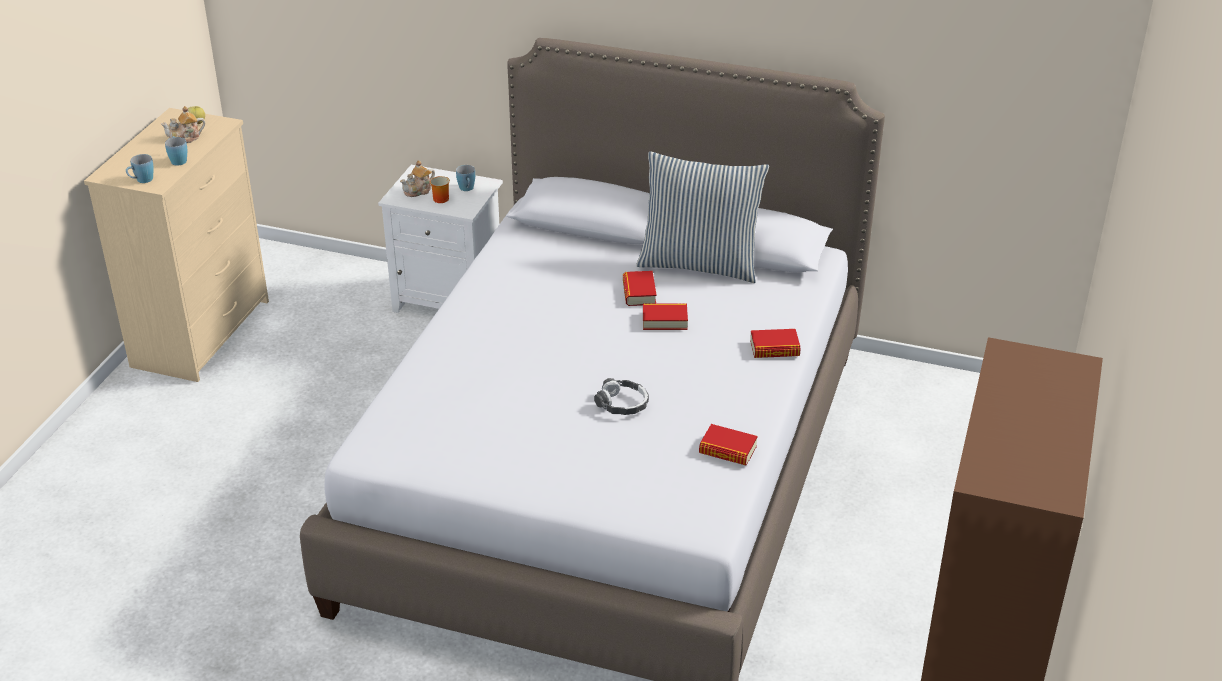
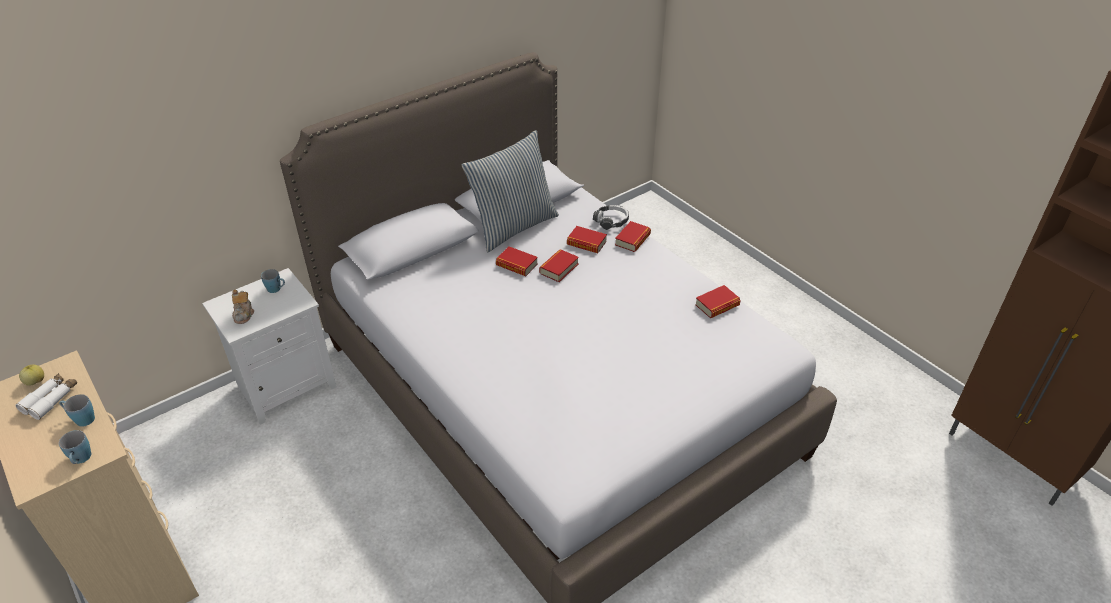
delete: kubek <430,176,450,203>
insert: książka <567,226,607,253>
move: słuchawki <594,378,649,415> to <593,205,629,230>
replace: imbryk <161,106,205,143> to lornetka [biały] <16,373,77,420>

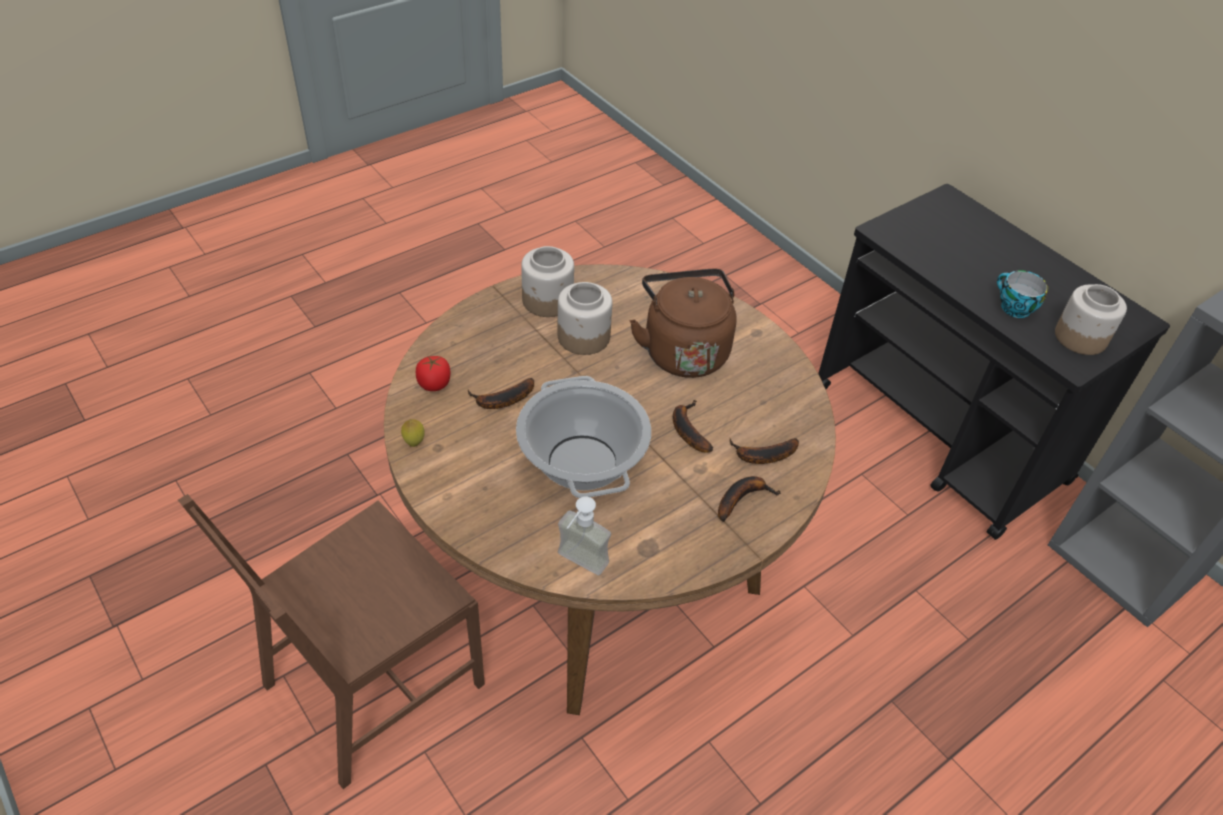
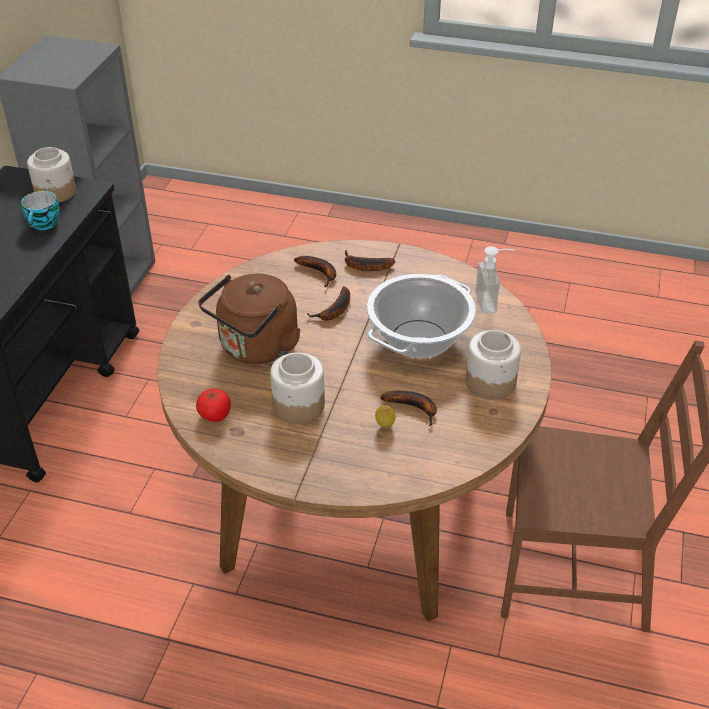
move: cytryna <401,419,425,447> to <375,405,396,428>; pomidor <416,356,450,391> to <196,389,231,422>; słoik <521,246,574,317> to <466,330,521,399>

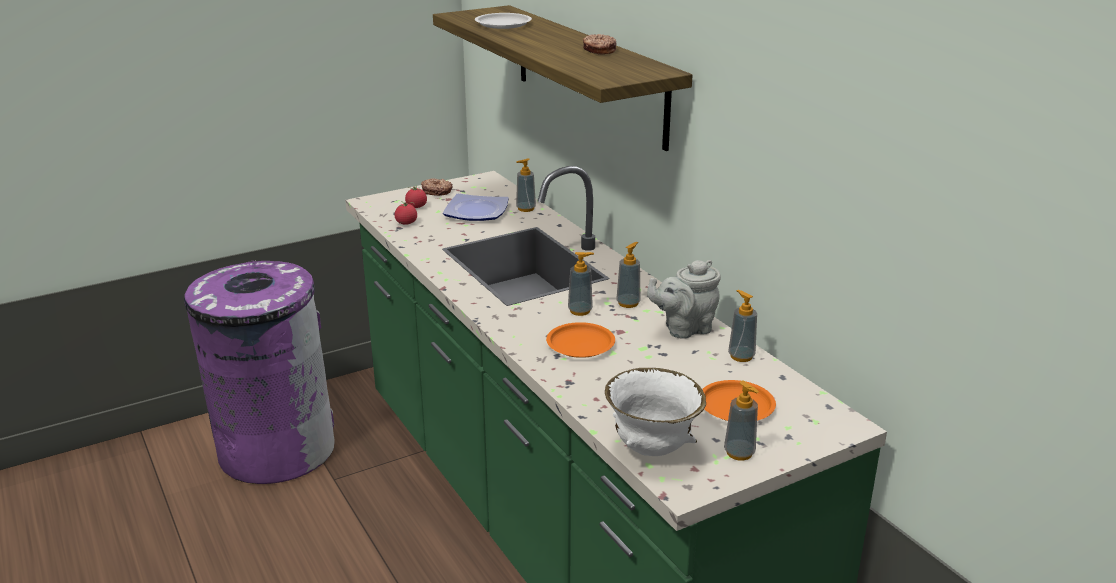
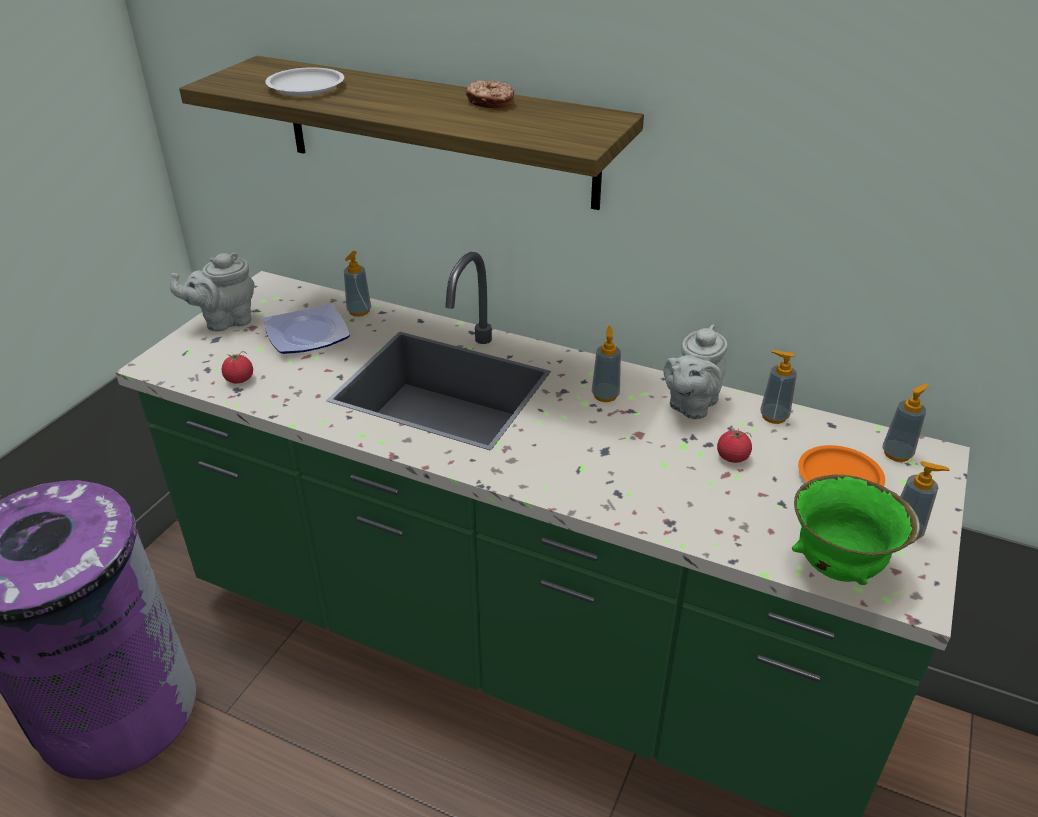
delete: talerz [pomarańczowy] <546,322,615,358>
move: pomidor <405,185,427,208> to <717,427,752,463>; dozownik mydła <568,252,594,316> to <883,384,929,462>
replace: donut <421,178,453,196> to imbryk [szary] <170,252,255,331>
recolor: miska [biały] <605,368,706,456> to miska [zielony] <792,475,920,585>

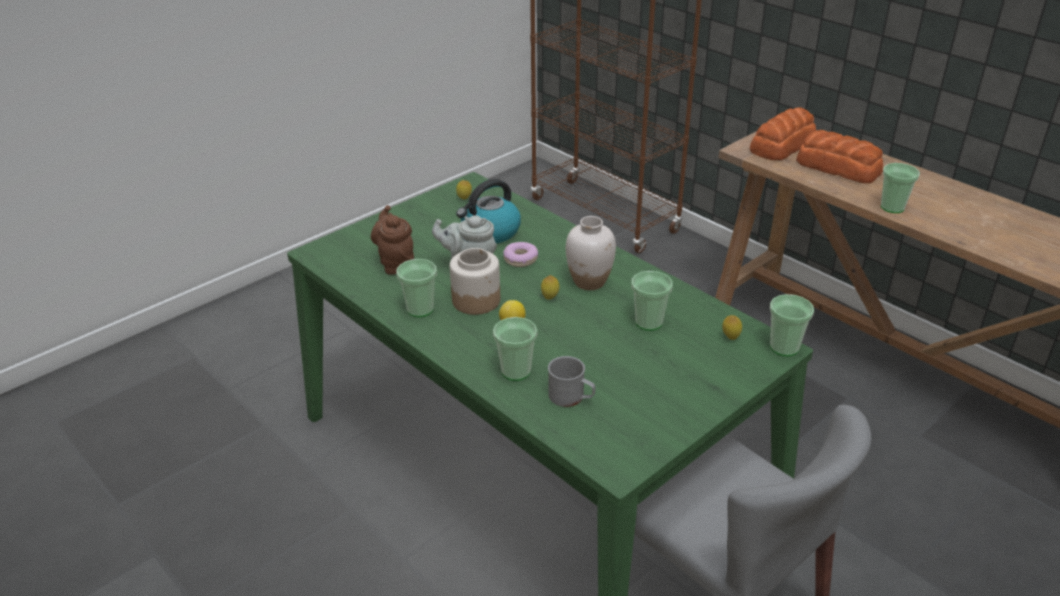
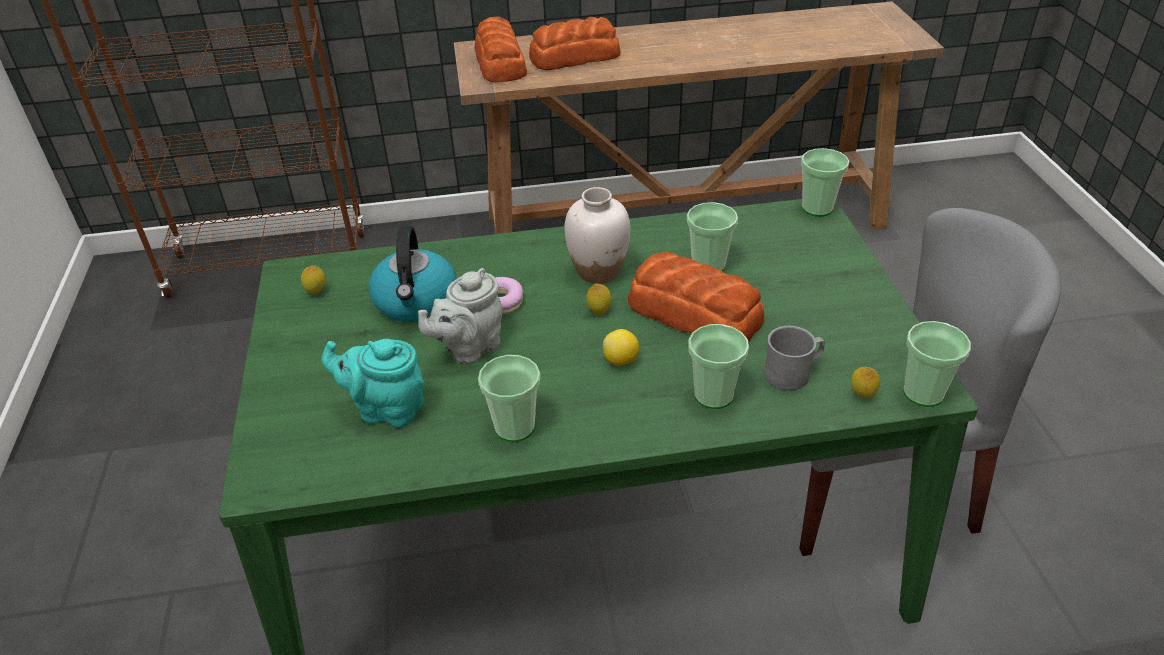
delete: słoik <450,248,500,315>
insert: chleb <628,252,764,342>
move: cytryna <722,315,742,340> to <851,367,880,398>; filiżanka <881,163,920,213> to <903,321,971,407>
recolor: imbryk [brązowy] <371,205,414,275> to imbryk [turkusowy] <322,339,425,428>

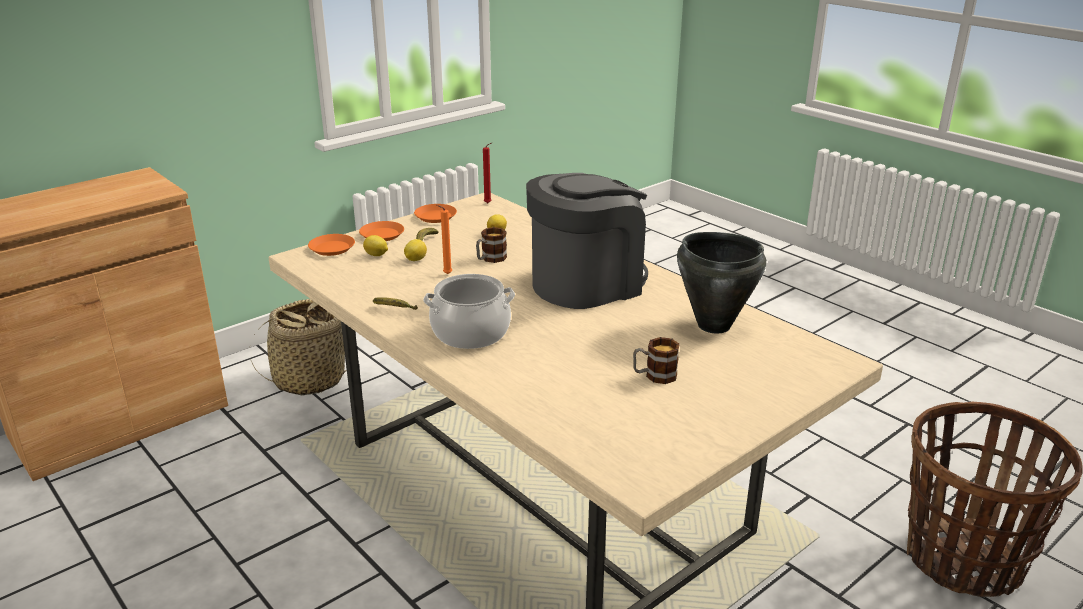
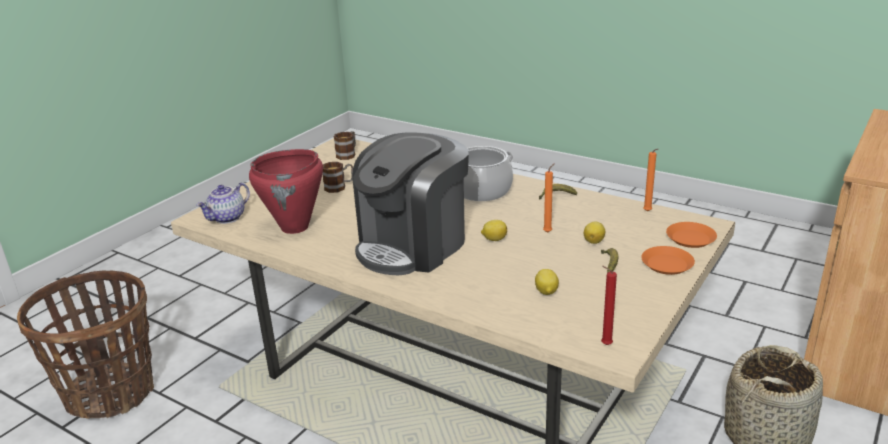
delete: talerz [pomarańczowy] <414,204,457,223>
insert: imbryk <196,183,250,224>; świeca [pomarańczowy] <643,149,658,212>
move: cytryna <363,235,388,256> to <481,220,507,241>; kubek <476,227,507,263> to <334,131,356,160>
recolor: garnek [czarny] <677,232,766,333> to garnek [czerwony] <249,149,323,234>

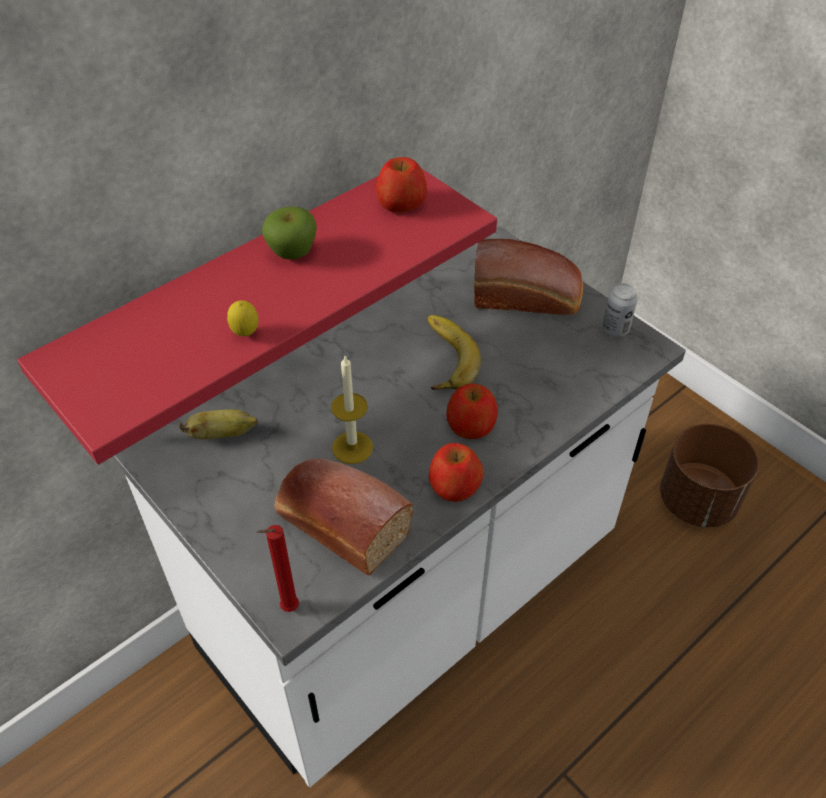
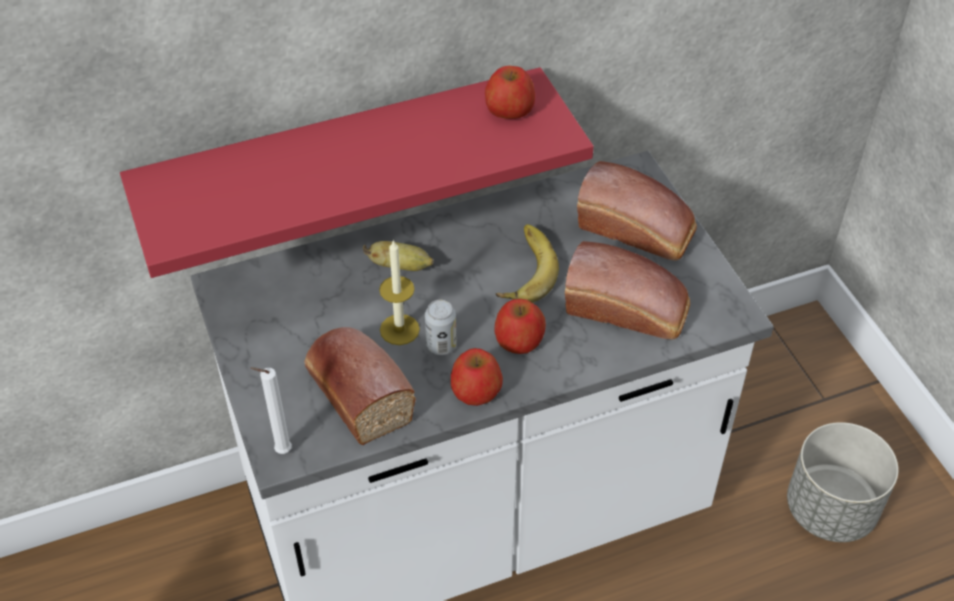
delete: cytryna <227,300,259,336>; jabłko <262,207,317,260>
insert: chleb <565,241,690,340>
move: banan <179,409,258,439> to <363,241,434,271>; puszka <602,283,638,337> to <425,300,456,355>
recolor: świeca [czerwony] <257,525,299,612> to świeca [biały] <250,367,292,454>; donica [brązowy] <660,424,759,527> to donica [szary] <787,422,899,542>

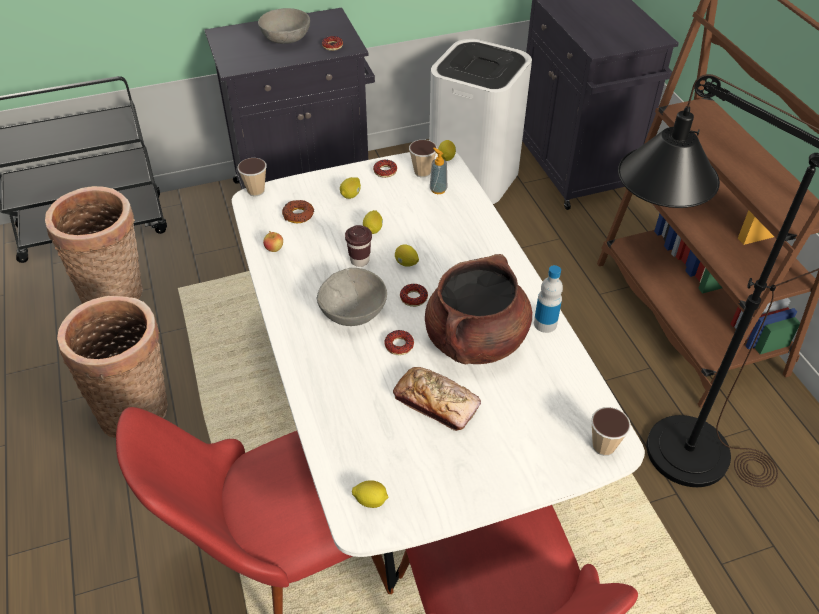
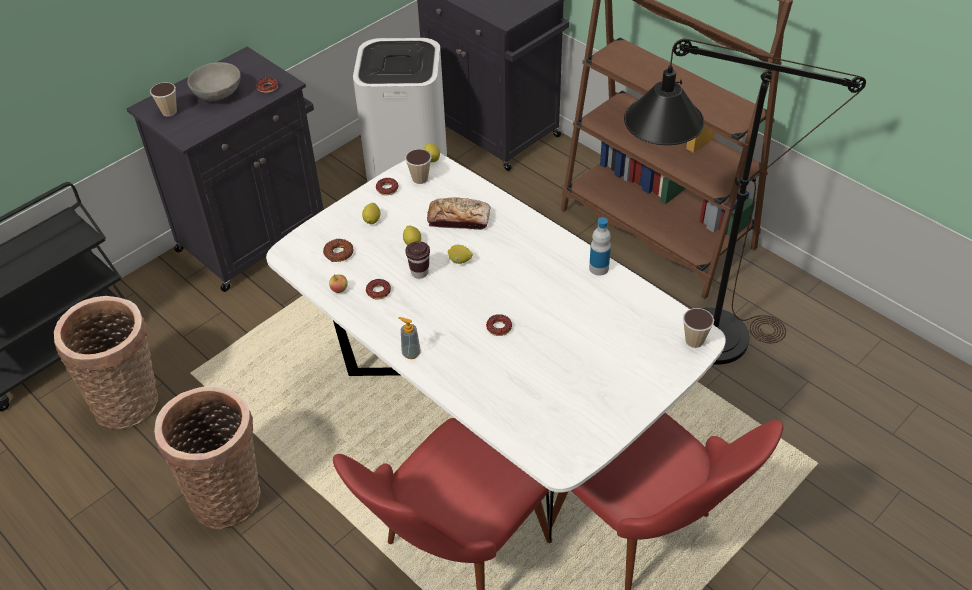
delete: miska [szary] <317,268,387,326>; cytryna <352,480,389,508>; garnek [brązowy] <425,254,532,364>
move: filiżanka <237,158,267,196> to <150,82,177,117>; chleb <393,367,481,431> to <427,197,490,230>; donut <400,284,428,307> to <366,279,391,300>; dozownik mydła <430,148,447,194> to <398,317,421,359>

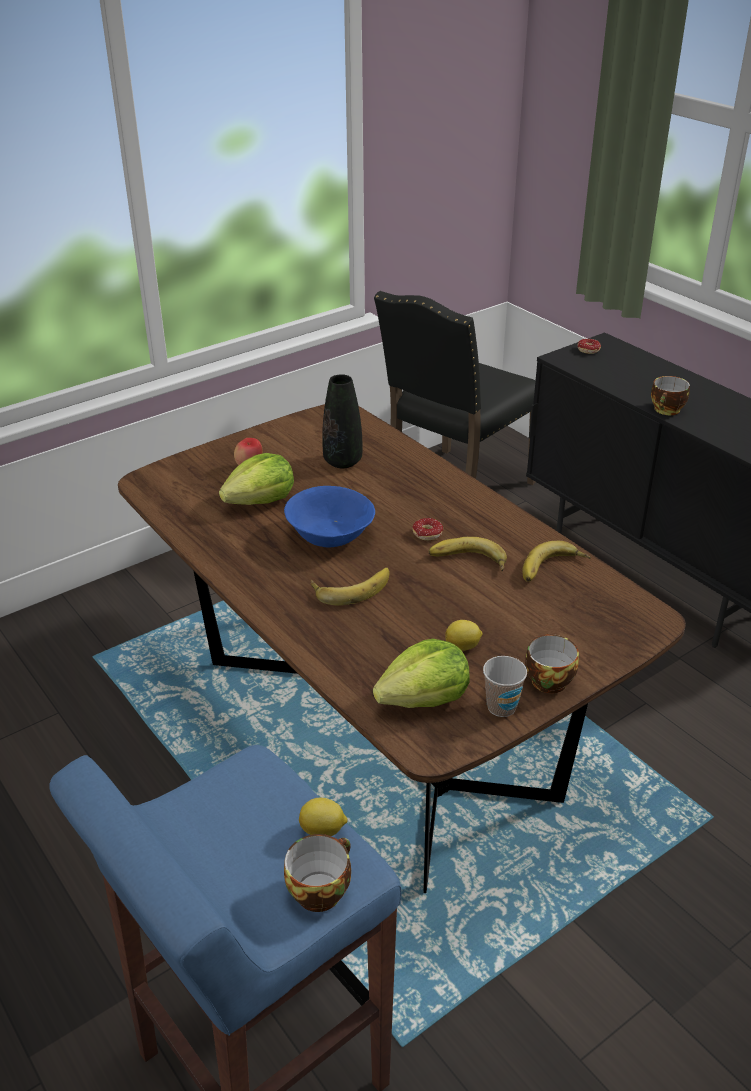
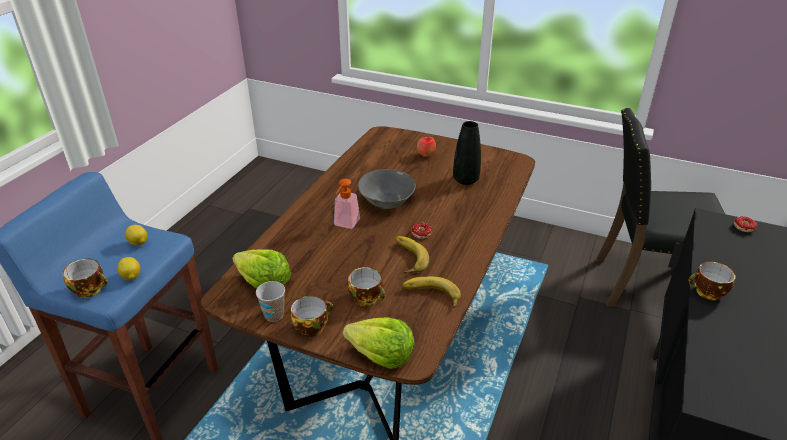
insert: filiżanka <348,267,385,306>
move: sałata <219,453,294,505> to <343,317,414,369>; cytryna <445,620,483,651> to <125,225,147,246>
replace: banan <311,568,389,606> to dozownik mydła <334,179,360,229>
recolor: miska [niebieski] <284,486,375,548> to miska [szary] <358,169,416,209>

